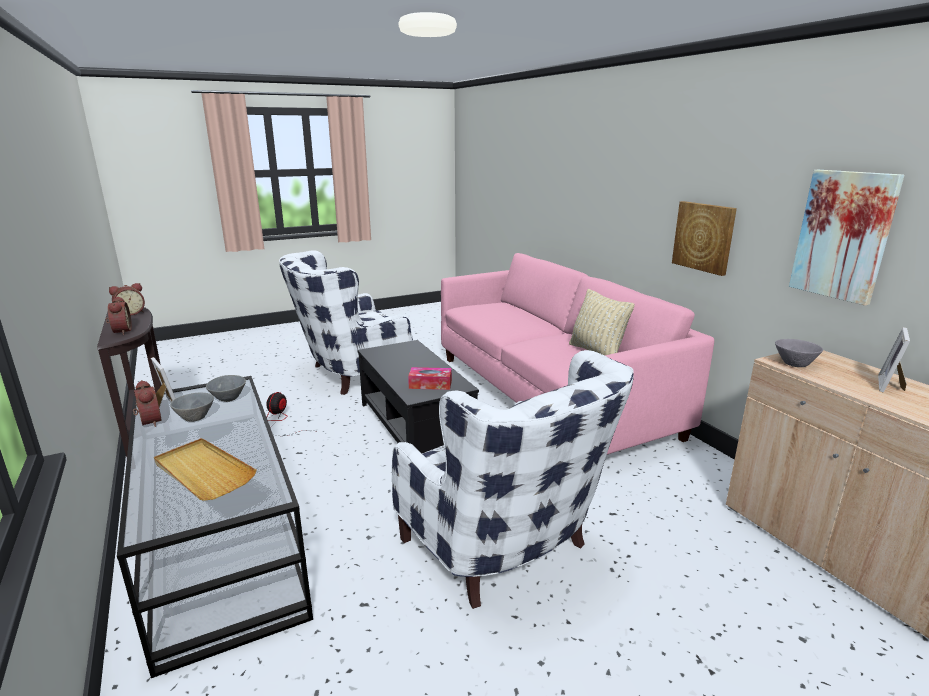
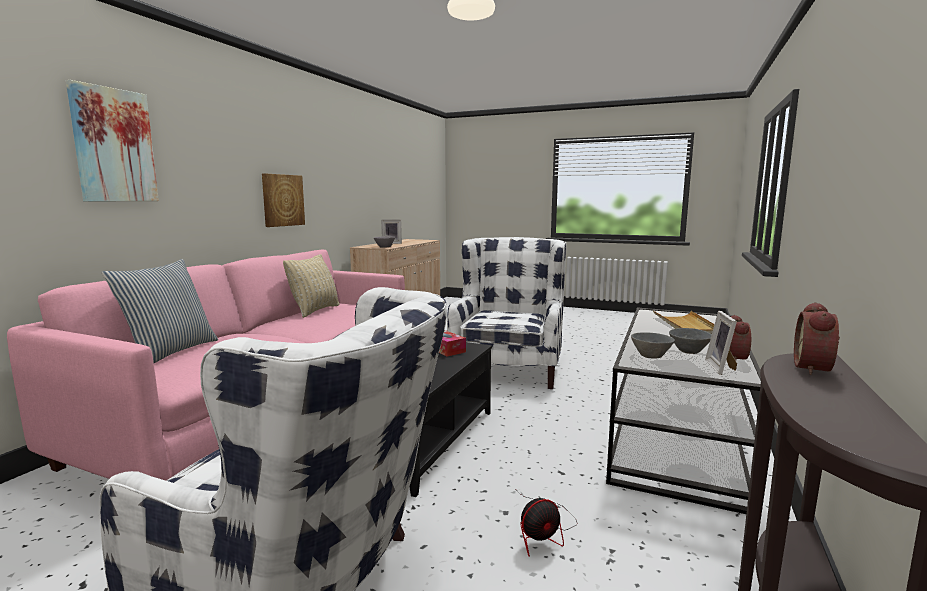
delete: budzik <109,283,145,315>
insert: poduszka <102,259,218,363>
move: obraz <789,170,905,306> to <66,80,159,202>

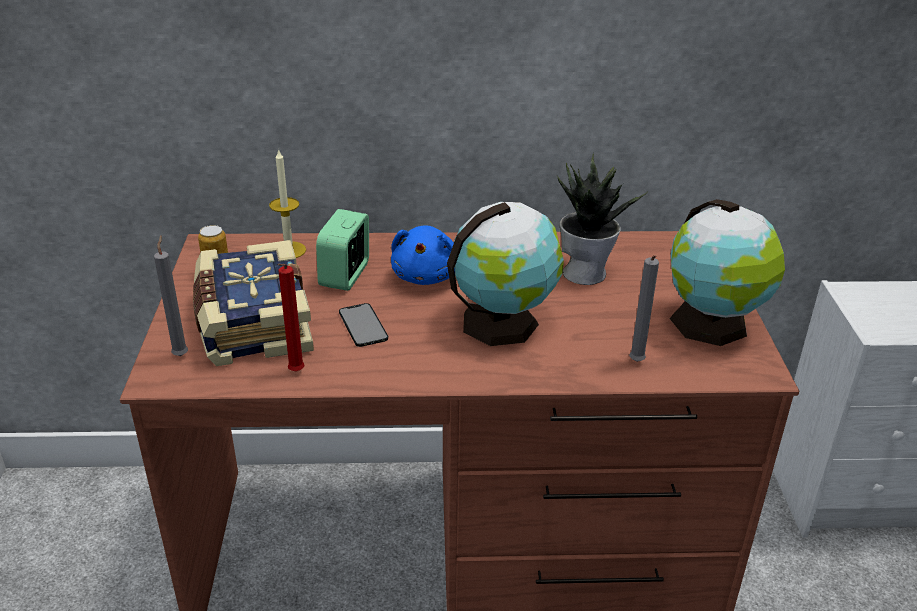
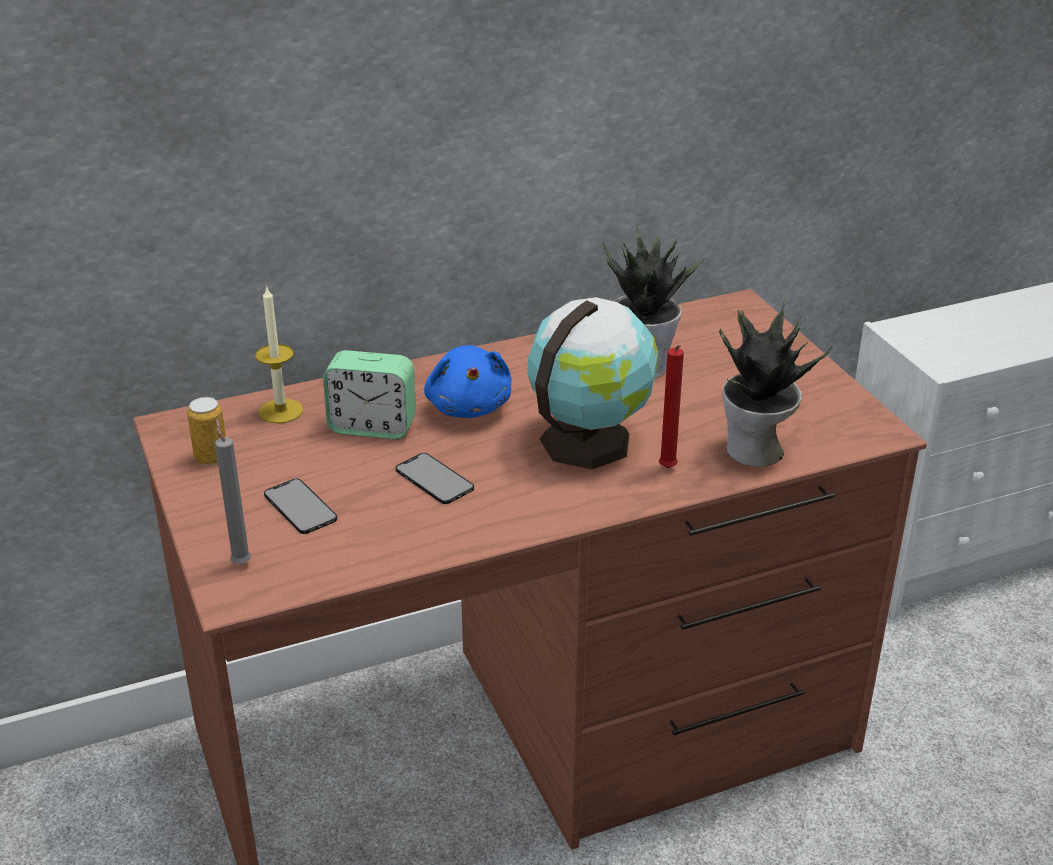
delete: globus <669,199,785,346>
move: świeca [czerwony] <277,264,305,372> to <659,345,684,468>
replace: książka <193,240,314,366> to telefon <264,478,337,534>; świeca [szary] <629,255,659,362> to roślina doniczkowa <719,298,832,467>
rotate: budzik <316,209,369,291> = <323,350,416,439> 75 degrees counterclockwise

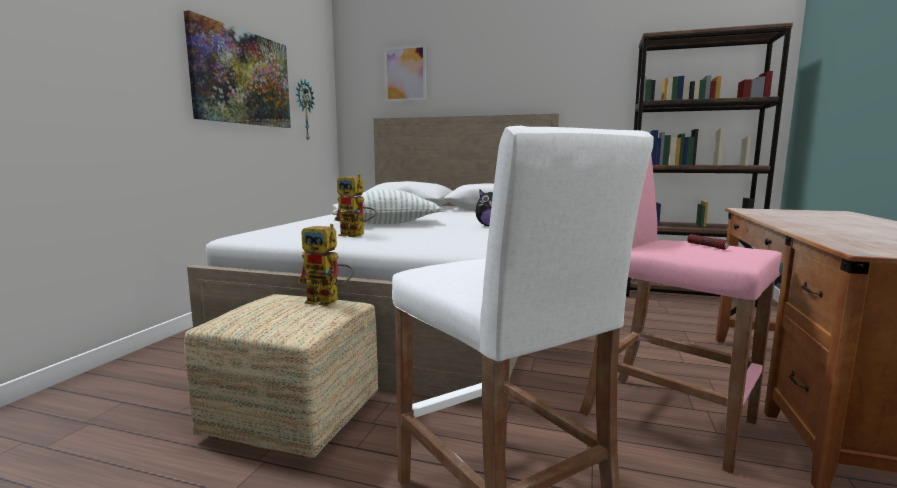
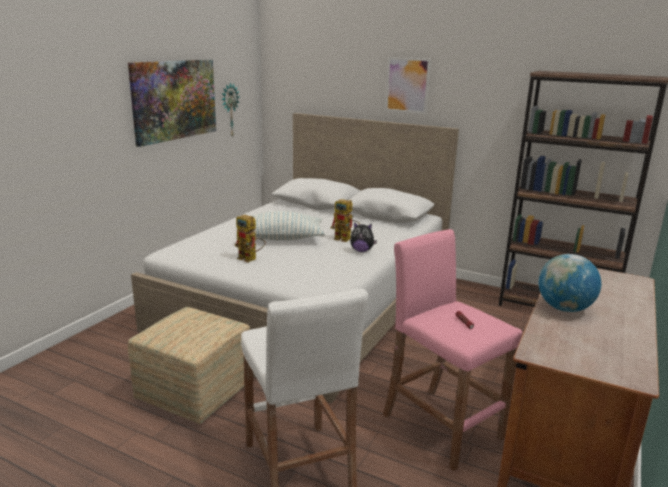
insert: globus <538,254,601,312>
move: robot zabawkowy <298,224,354,306> to <331,199,360,242>; obraz <384,45,426,102> to <385,57,431,114>

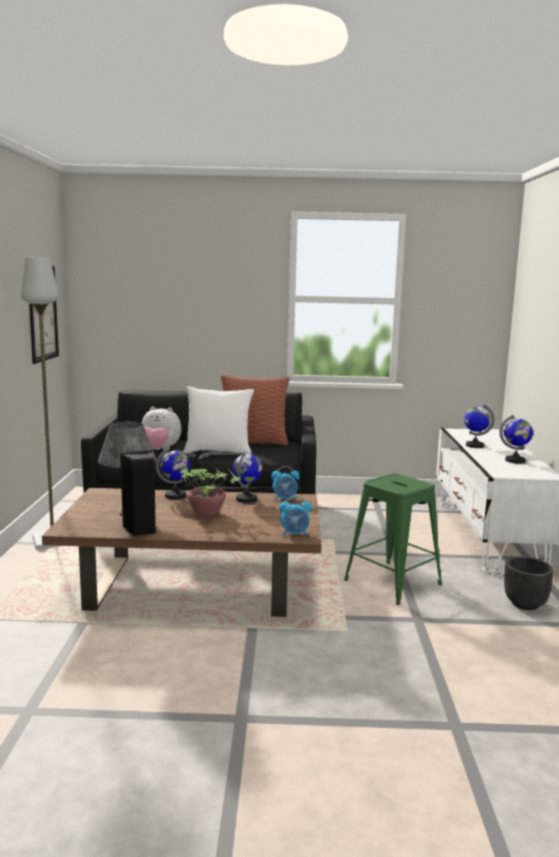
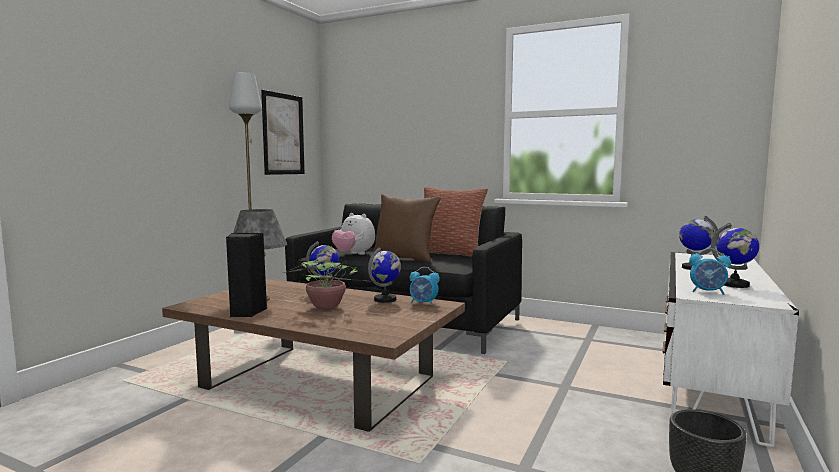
delete: stołek [zielony] <344,474,442,605>
move: budzik <279,496,312,536> to <689,248,731,295>
recolor: poduszka [biały] <183,386,254,454> to poduszka [brązowy] <373,194,441,263>

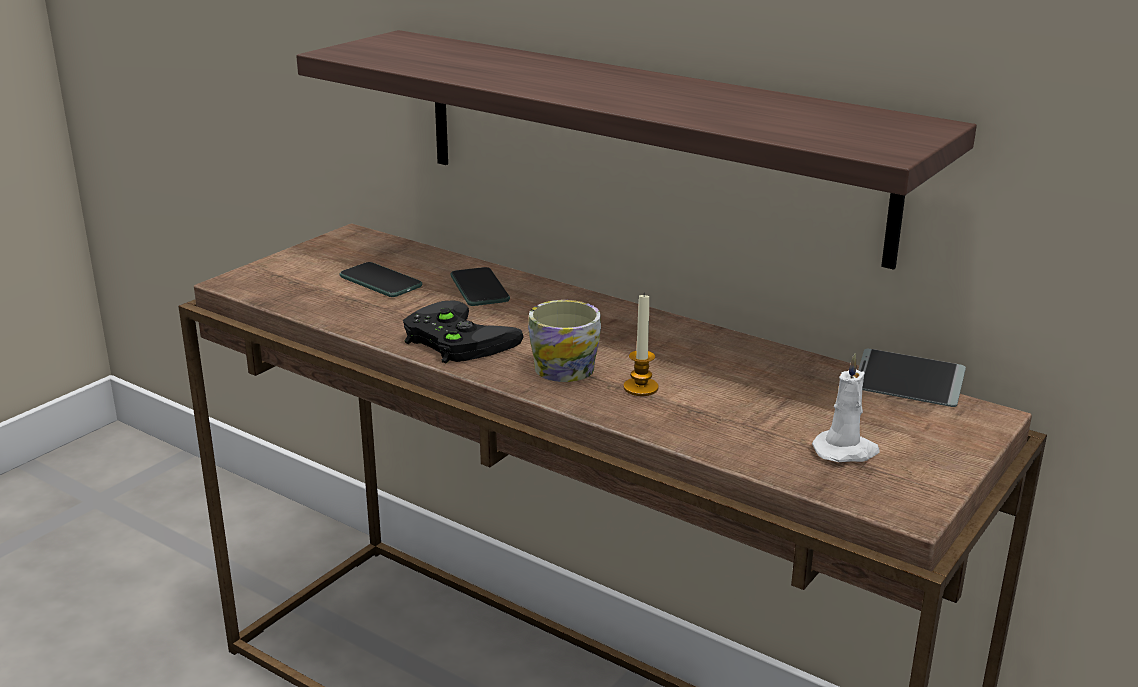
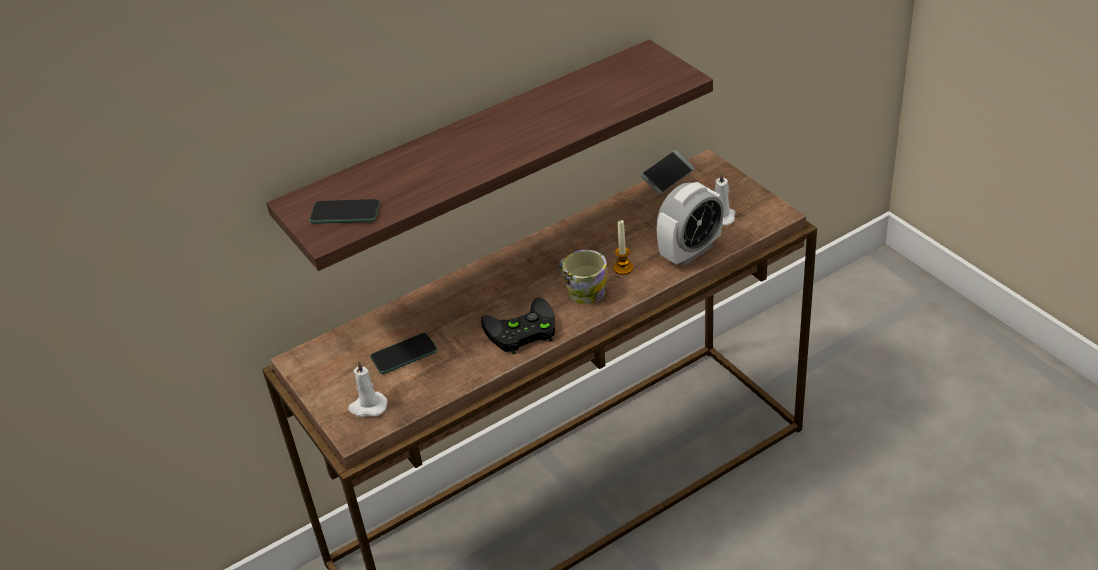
insert: świeca [biały] <348,360,388,417>; budzik <657,182,724,266>
move: telefon <451,267,510,306> to <309,199,380,224>

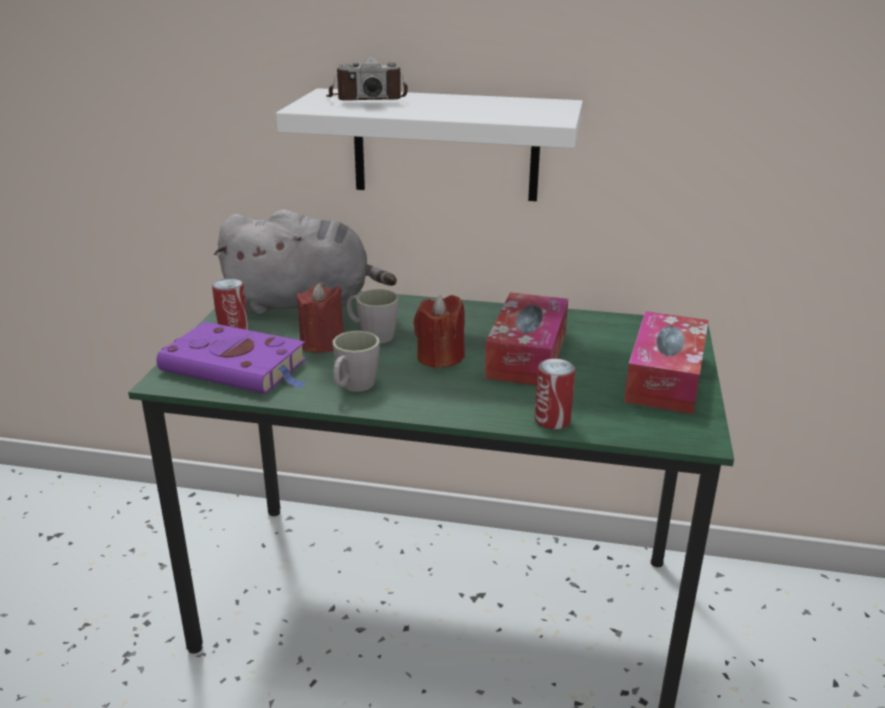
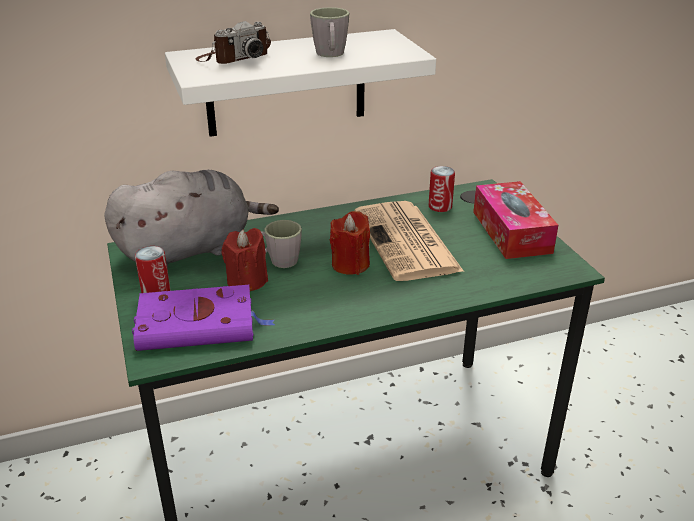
move: kubek [szary] <333,331,380,392> to <310,7,349,57>; puszka <534,359,575,429> to <429,166,455,212>
replace: pudełko chusteczek <485,292,568,386> to gazeta <355,201,464,281>

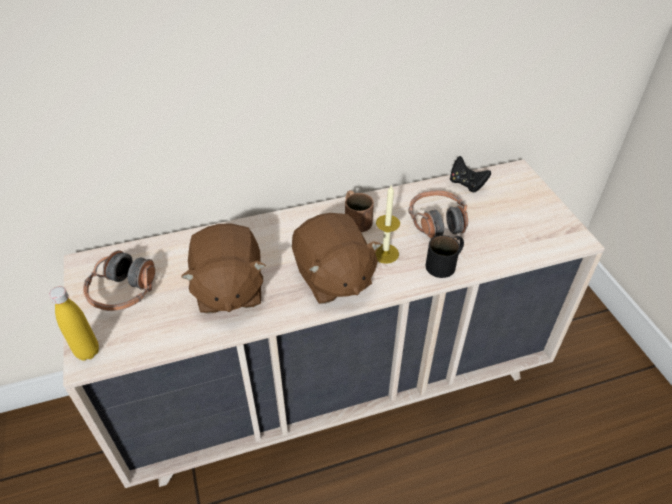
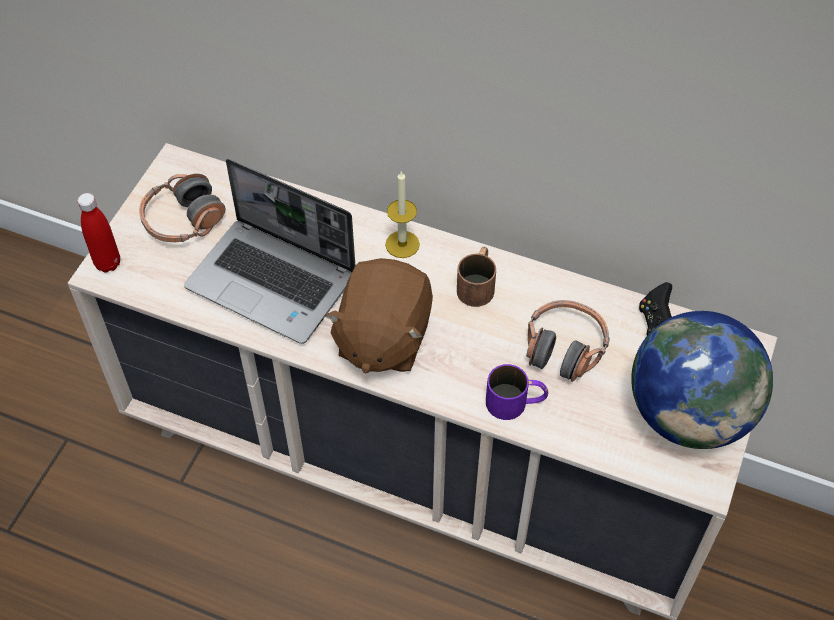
insert: globus <631,311,773,449>
move: świeca <375,184,400,264> to <385,170,420,258>
replace: pluszak [brązowy] <181,224,266,314> to laptop <184,159,355,344>
recolor: butelka [żółty] <49,286,99,360> to butelka [czerwony] <77,193,120,272>; kubek [czarny] <426,235,464,278> to kubek [fioletowy] <486,364,548,420>

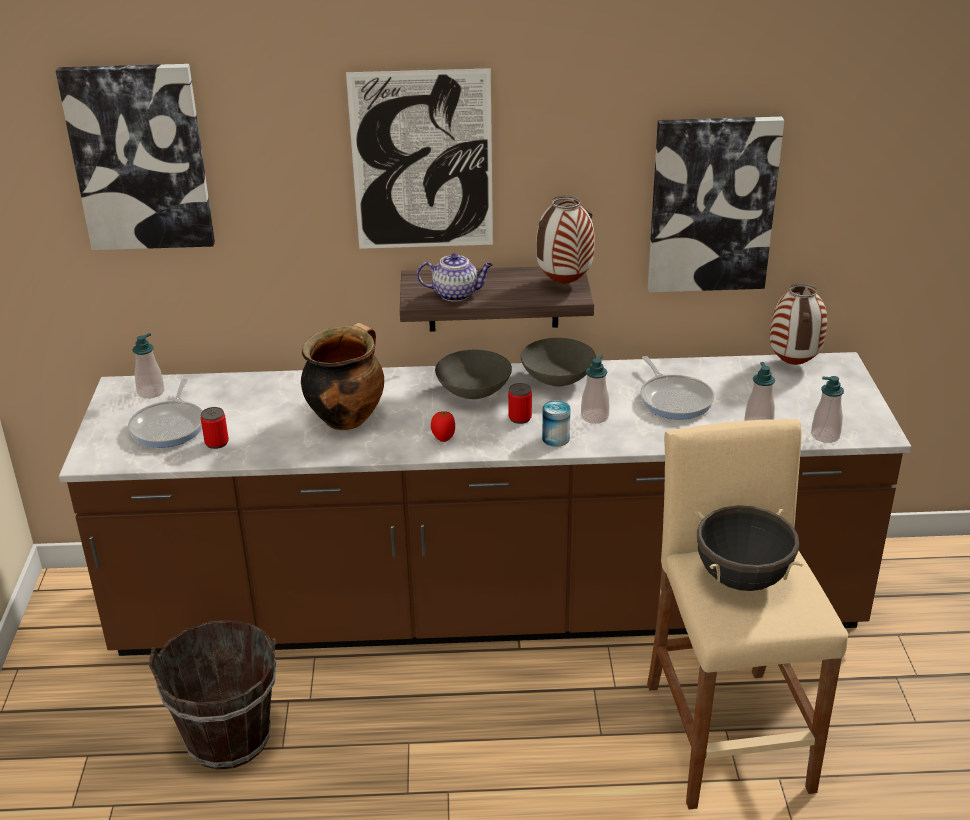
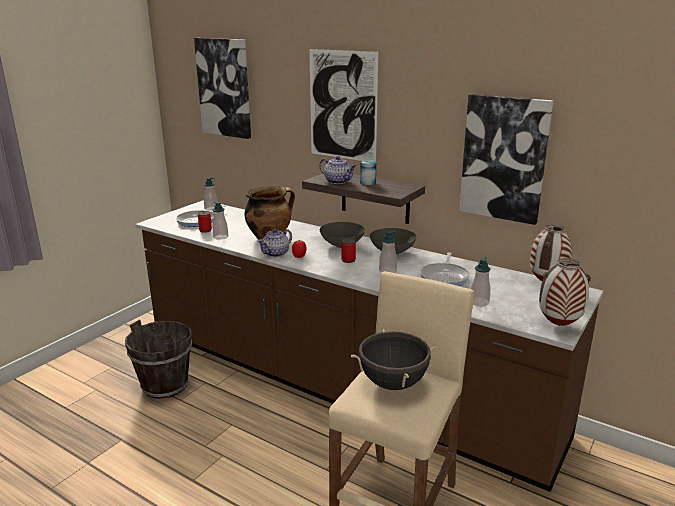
insert: imbryk <257,229,292,257>
move: wazon <536,195,595,284> to <539,258,591,326>; puszka <542,401,570,447> to <360,160,376,185>; dozownik mydła <811,376,844,443> to <212,201,228,240>

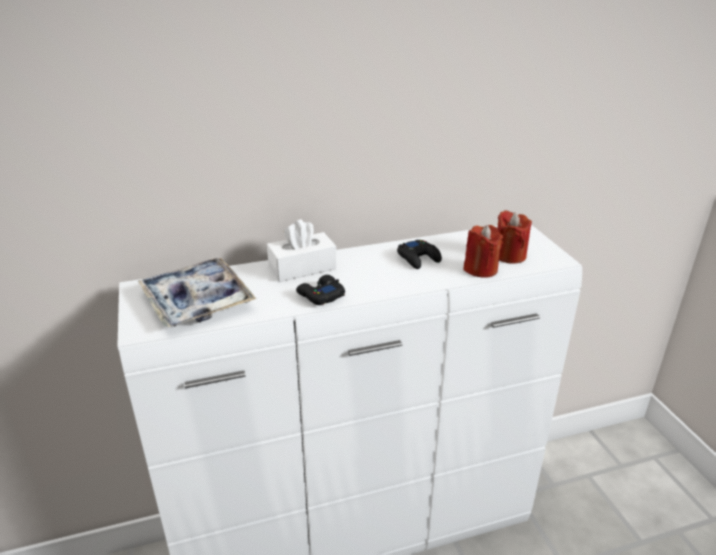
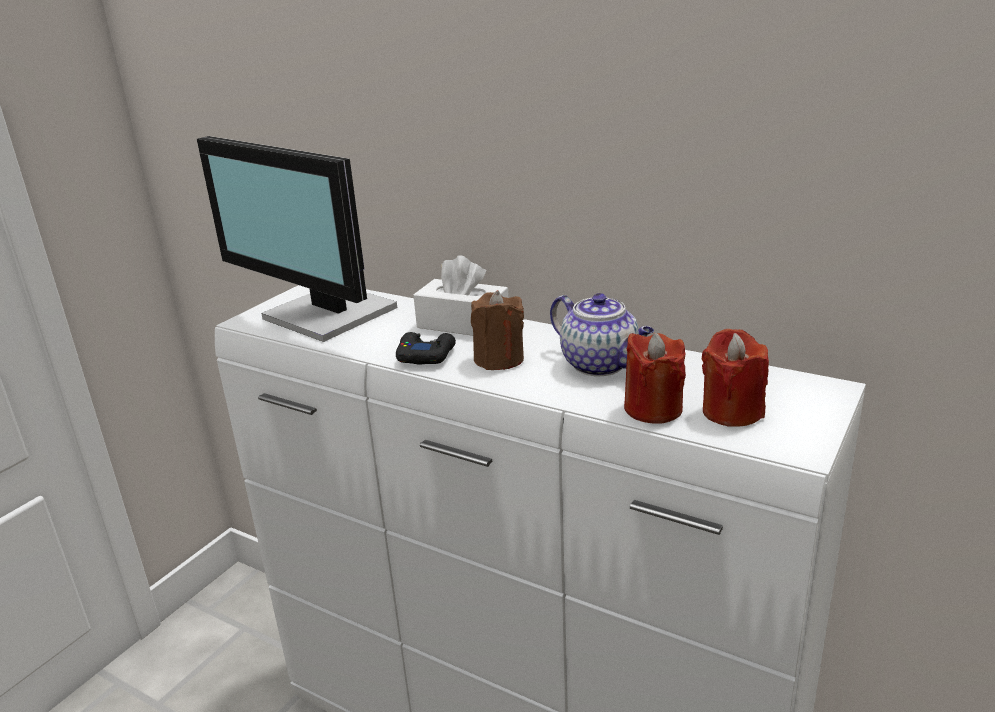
insert: świeca [brązowy] <471,290,524,370>
replace: taca <138,258,256,327> to monitor <197,136,397,342>; pad do gier [czarny] <397,240,442,269> to imbryk <550,293,654,376>

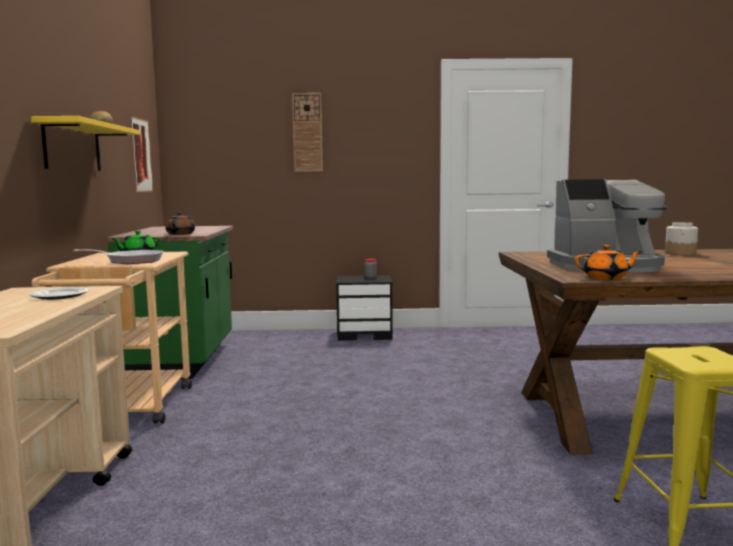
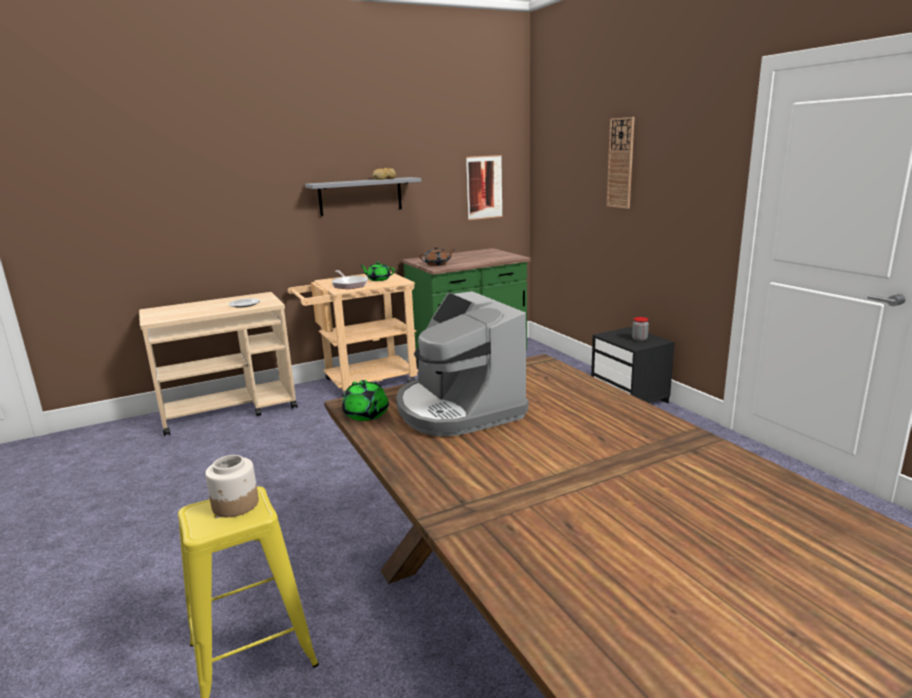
move: słoik <665,222,698,255> to <205,455,259,517>
recolor: półka [żółty] <31,116,140,171> to półka [szary] <305,177,422,216>; imbryk [pomarańczowy] <575,245,642,279> to imbryk [zielony] <342,380,389,421>

